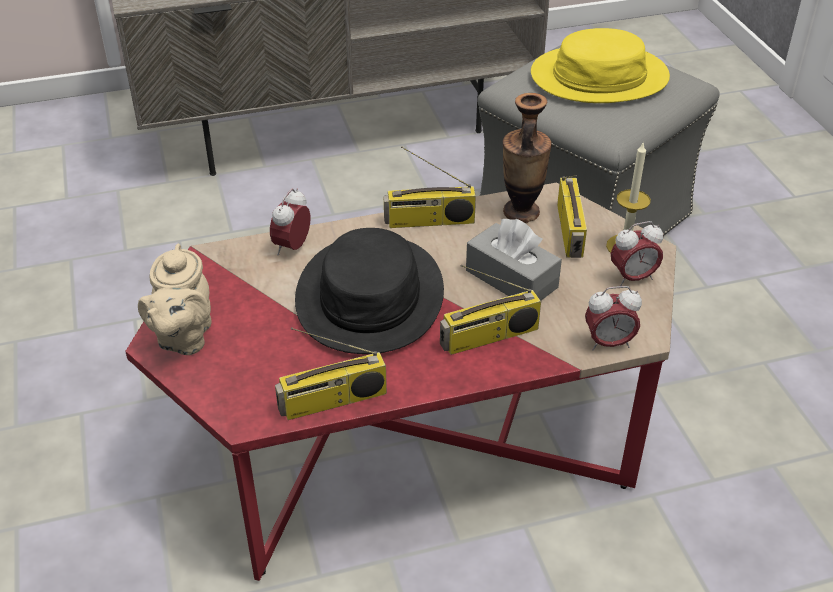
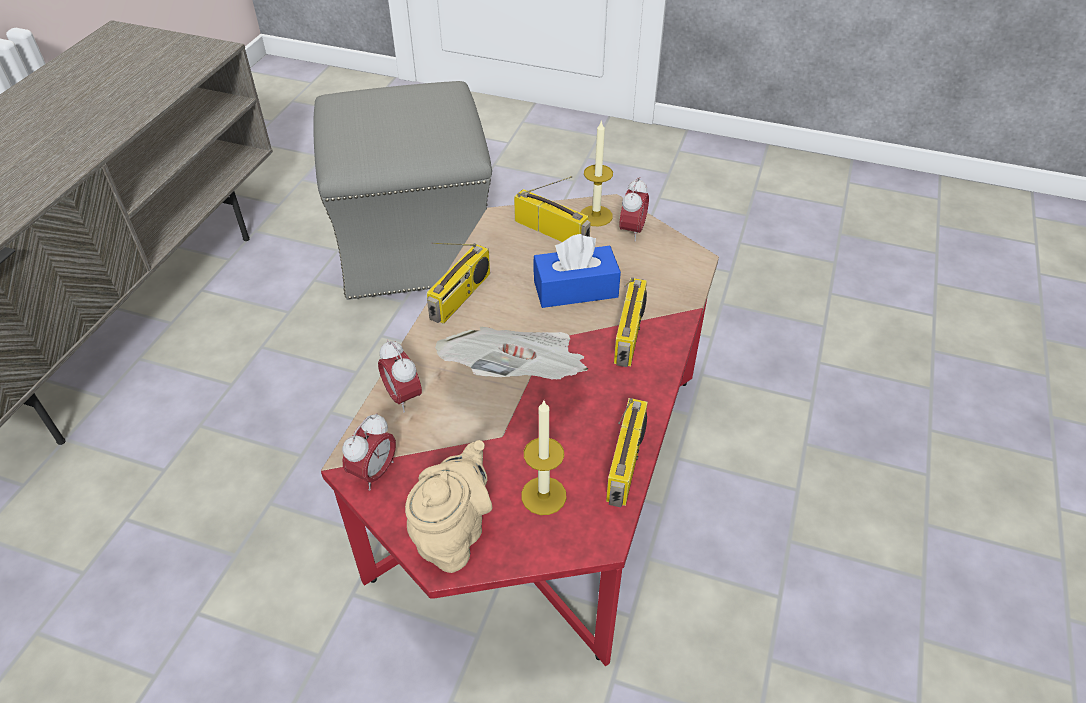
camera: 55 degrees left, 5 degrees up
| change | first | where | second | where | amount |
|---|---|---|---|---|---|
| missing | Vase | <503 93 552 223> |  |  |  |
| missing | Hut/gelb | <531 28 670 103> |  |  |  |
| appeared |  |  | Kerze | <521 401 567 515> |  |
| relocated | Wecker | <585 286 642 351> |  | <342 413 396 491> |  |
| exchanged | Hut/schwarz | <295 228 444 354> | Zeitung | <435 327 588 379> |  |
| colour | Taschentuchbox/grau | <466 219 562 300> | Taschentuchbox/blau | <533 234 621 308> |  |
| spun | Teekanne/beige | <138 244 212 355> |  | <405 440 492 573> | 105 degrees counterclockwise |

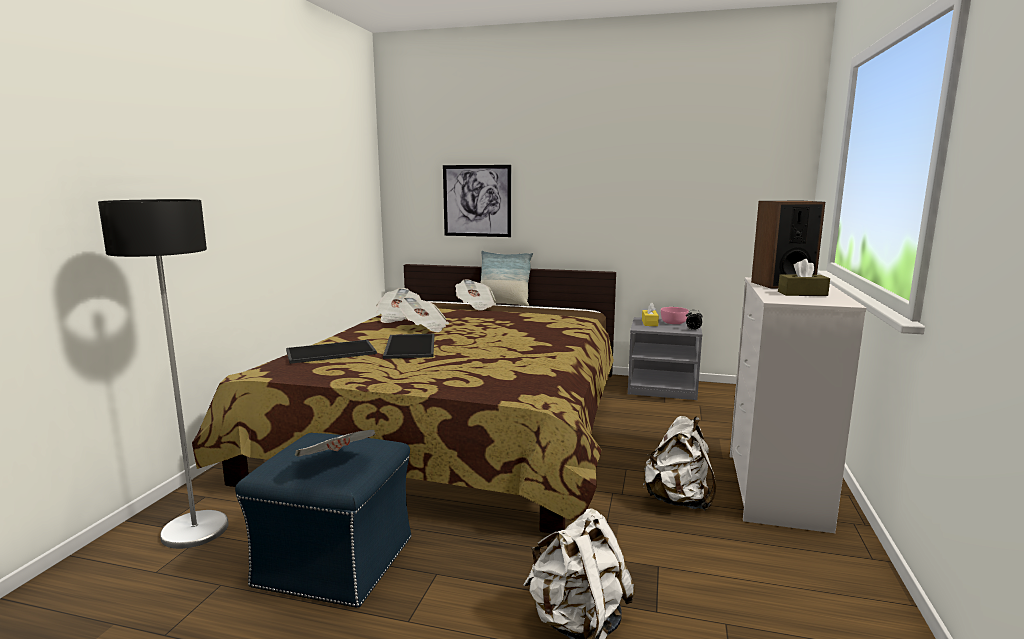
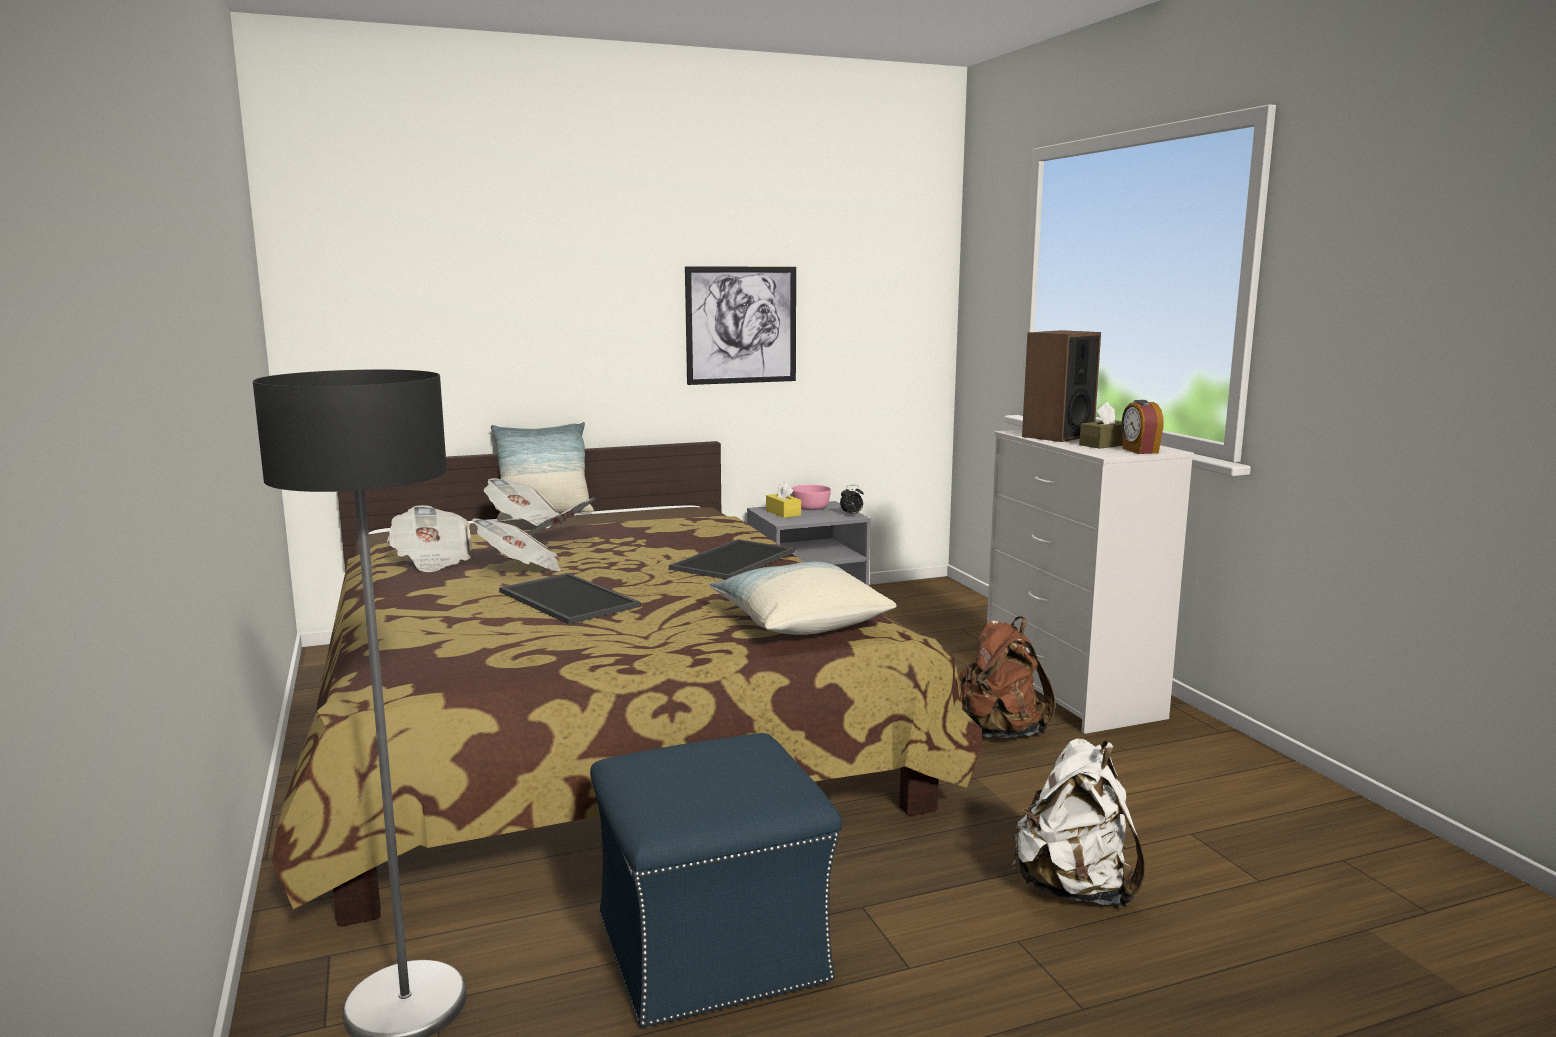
camera: 35 degrees left, 0 degrees up
| change | first | where | second | where | amount |
|---|---|---|---|---|---|
| appeared |  |  | Kissen | <710 562 897 635> |  |
| appeared |  |  | Wecker | <1122 400 1164 454> |  |
| relocated | Tablett | <286 340 377 364> |  | <669 539 795 579> |  |
| relocated | Zeitung | <295 430 376 457> |  | <527 497 596 535> |  |
| relocated | Bild | <443 165 511 237> |  | <685 267 796 385> |  |
| colour | Rucksack/weiß | <643 416 716 511> | Rucksack/braun | <959 616 1055 738> |  |

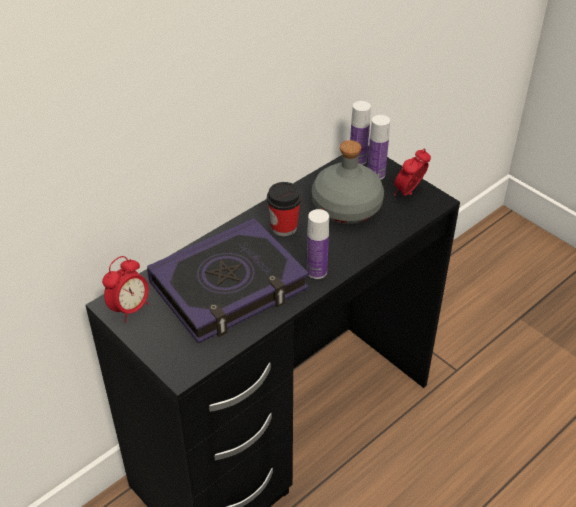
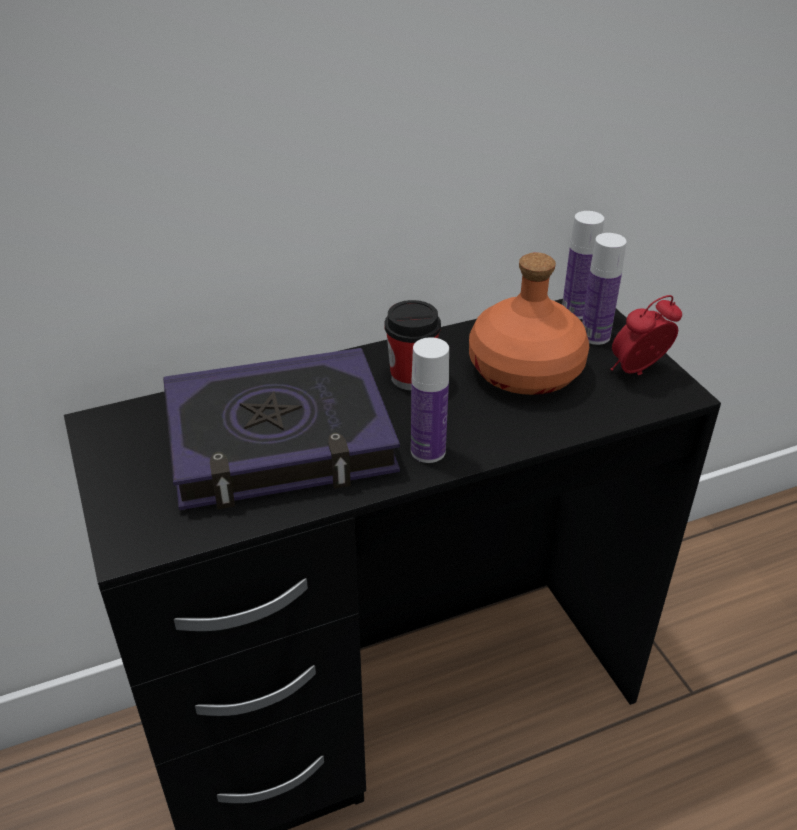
camera: 20 degrees right, 5 degrees down
| change | first | where | second | where | amount |
|---|---|---|---|---|---|
| missing | Wecker | <102 256 149 322> |  |  |  |
| colour | Flasche/grau | <312 140 384 224> | Flasche/orange | <469 252 589 395> |  |

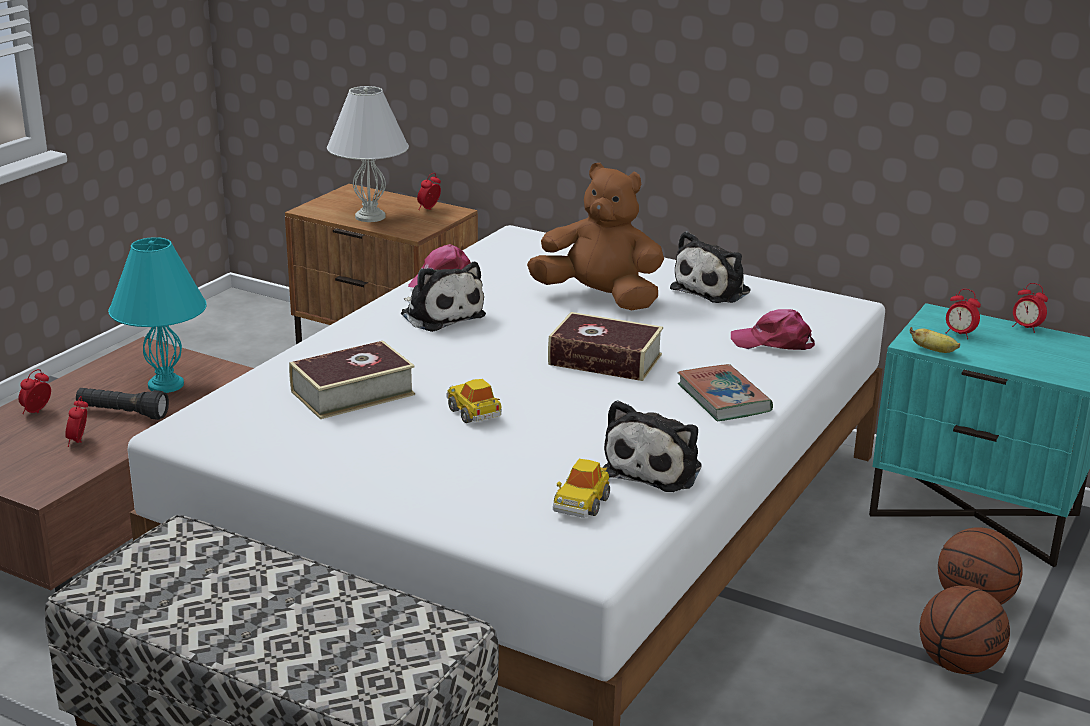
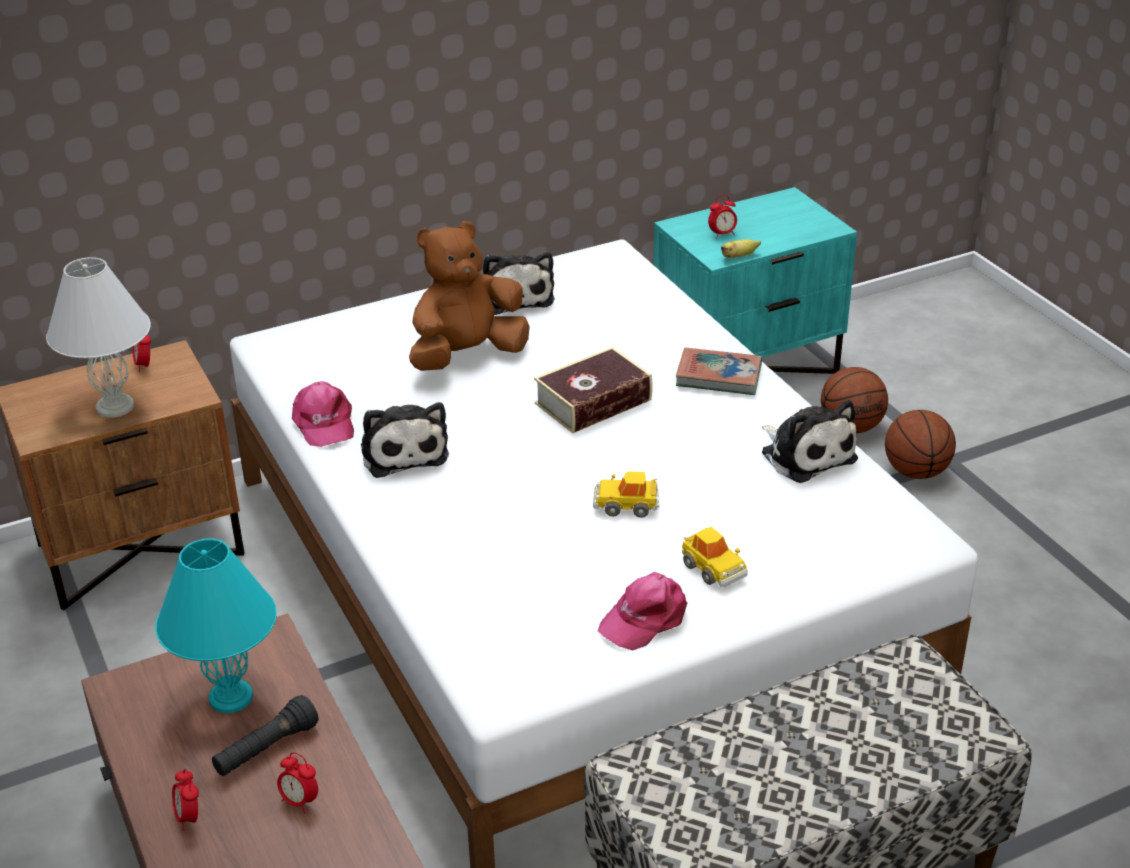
camera: 55 degrees left, 10 degrees up
| change | first | where | second | where | amount |
|---|---|---|---|---|---|
| missing | Buch | <289 341 415 419> |  |  |  |
| missing | Wecker | <1012 283 1048 333> |  |  |  |
| relocated | Spielzeugauto | <553 459 610 518> |  | <682 527 748 587> |  |
| relocated | Kappe/rosa | <731 309 815 350> |  | <598 572 687 650> |  |
| spun | Plüschtier | <401 262 486 332> |  | <361 402 449 478> | 75 degrees clockwise |

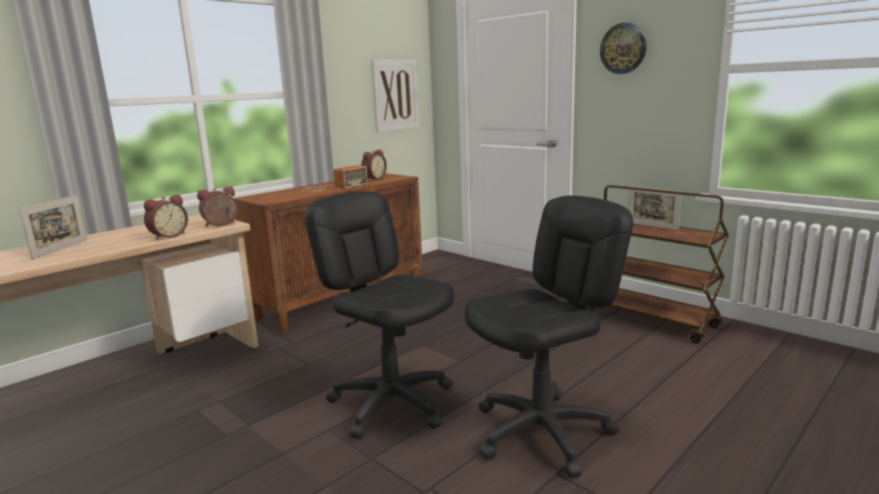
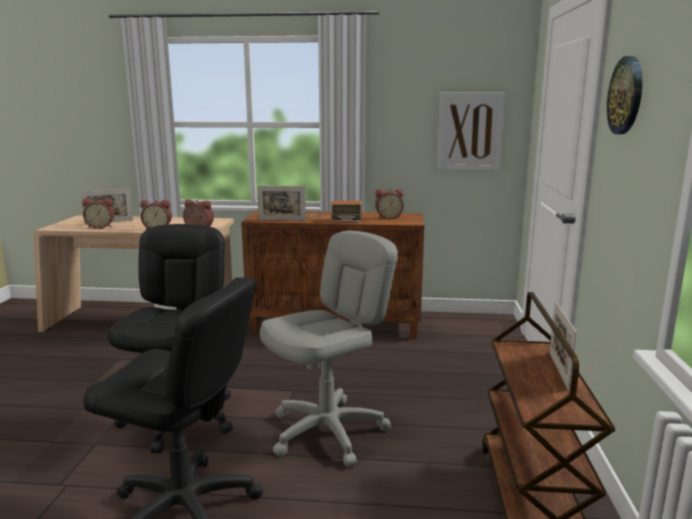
camera: 50 degrees right, 0 degrees up
| change | first | where | second | where | amount |
|---|---|---|---|---|---|
| appeared |  |  | Wecker | <82 198 114 229> |  |
| appeared |  |  | Bilderrahmen | <257 186 306 221> |  |
| appeared |  |  | Bürostuhl/grau | <260 230 398 467> |  |

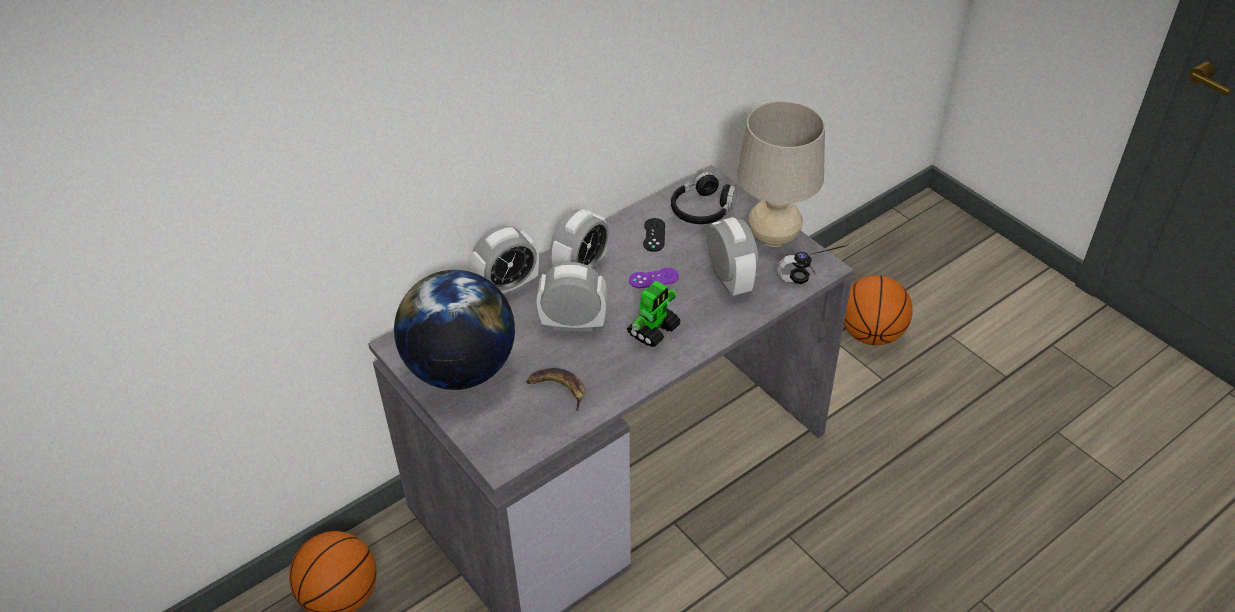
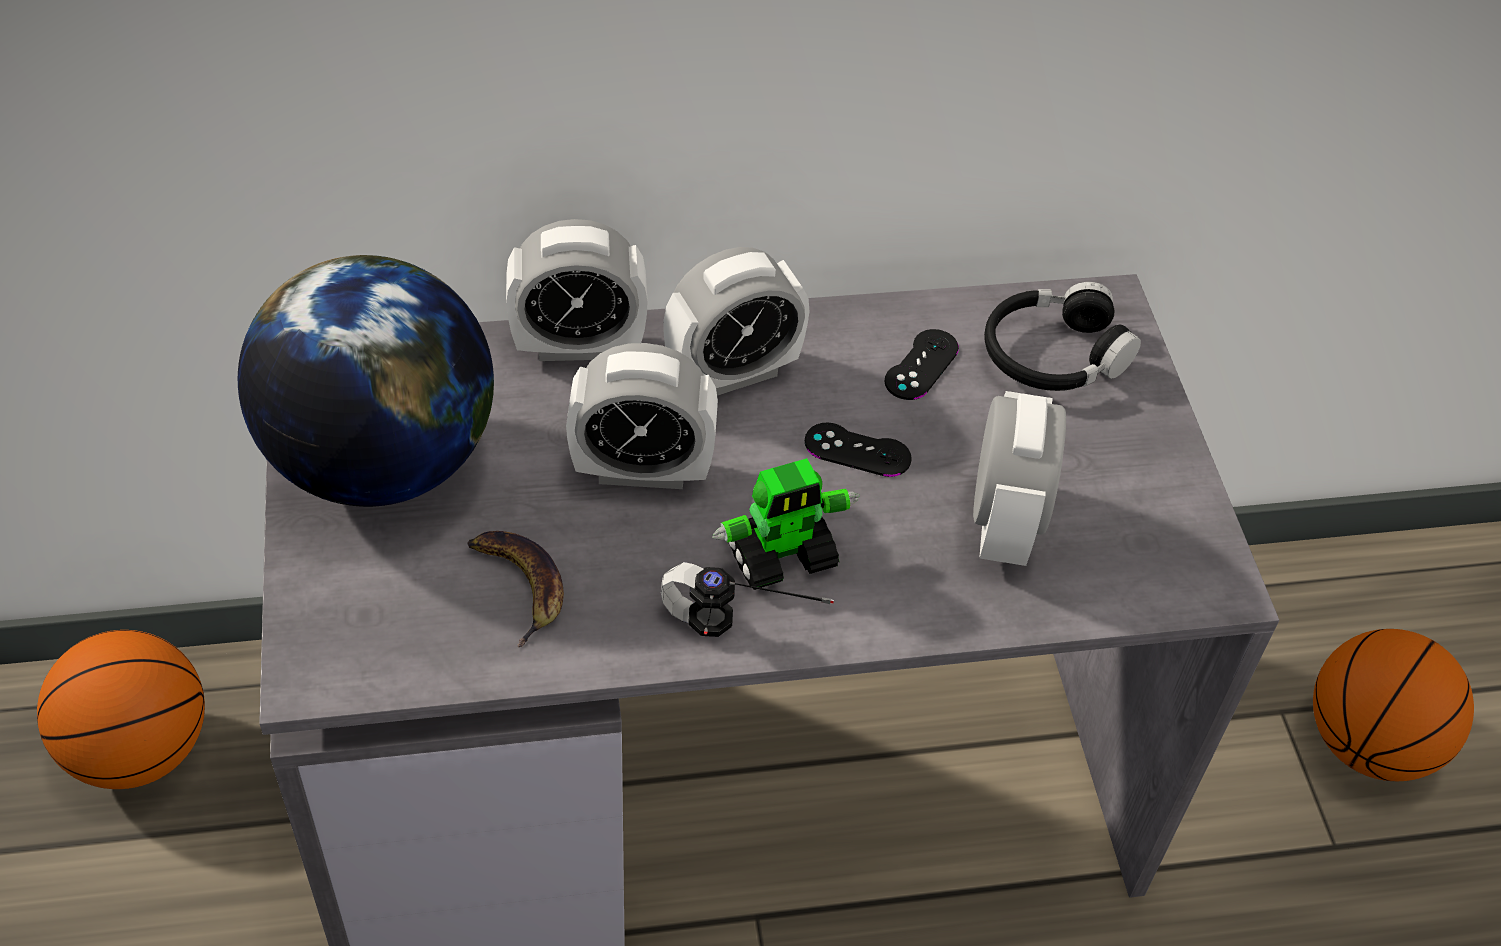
camera: 25 degrees right, 5 degrees up
| change | first | where | second | where | amount |
|---|---|---|---|---|---|
| missing | Tischlampe/beige | <737 101 825 247> |  |  |  |
| relocated | Kopfhörer | <777 244 849 284> |  | <661 562 834 637> |  |
| colour | Gamepad/lila | <629 268 679 288> | Gamepad/schwarz | <805 423 912 477> |  |
| spun | Wecker | <536 262 607 332> |  | <566 343 718 489> | 150 degrees clockwise |

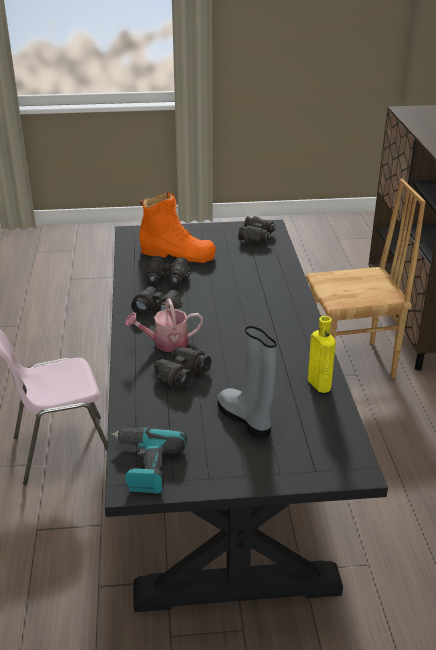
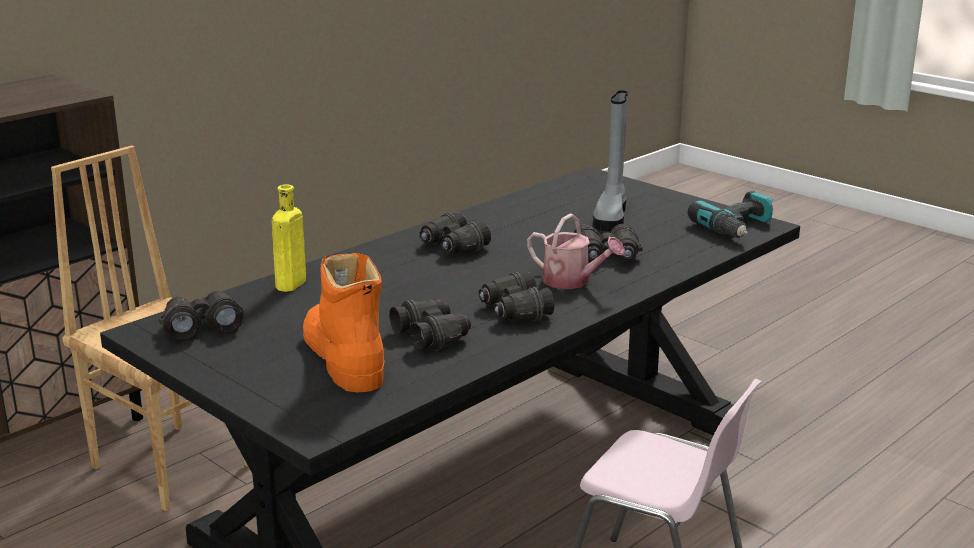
camera: 130 degrees left, 10 degrees down
| change | first | where | second | where | amount |
|---|---|---|---|---|---|
| appeared |  |  | Fernglas/schwarz | <419 212 491 254> |  |
| relocated | Flasche/gelb | <308 316 336 393> |  | <272 185 306 292> |  |

